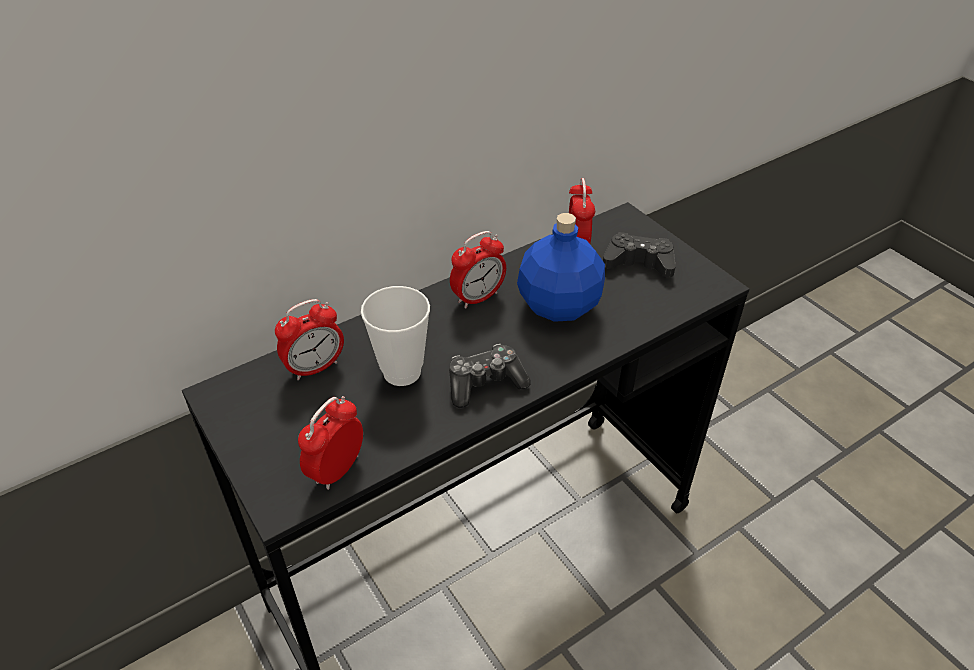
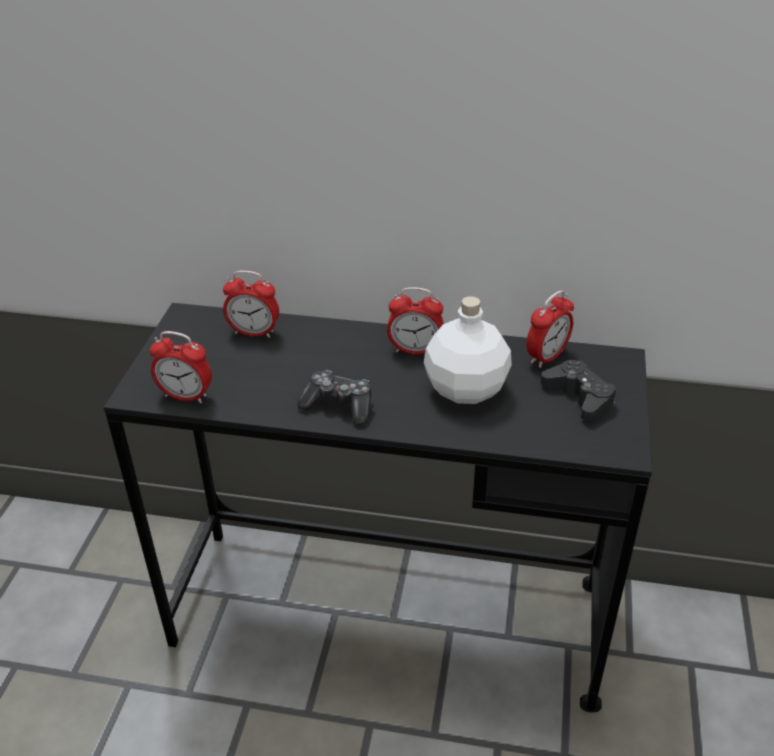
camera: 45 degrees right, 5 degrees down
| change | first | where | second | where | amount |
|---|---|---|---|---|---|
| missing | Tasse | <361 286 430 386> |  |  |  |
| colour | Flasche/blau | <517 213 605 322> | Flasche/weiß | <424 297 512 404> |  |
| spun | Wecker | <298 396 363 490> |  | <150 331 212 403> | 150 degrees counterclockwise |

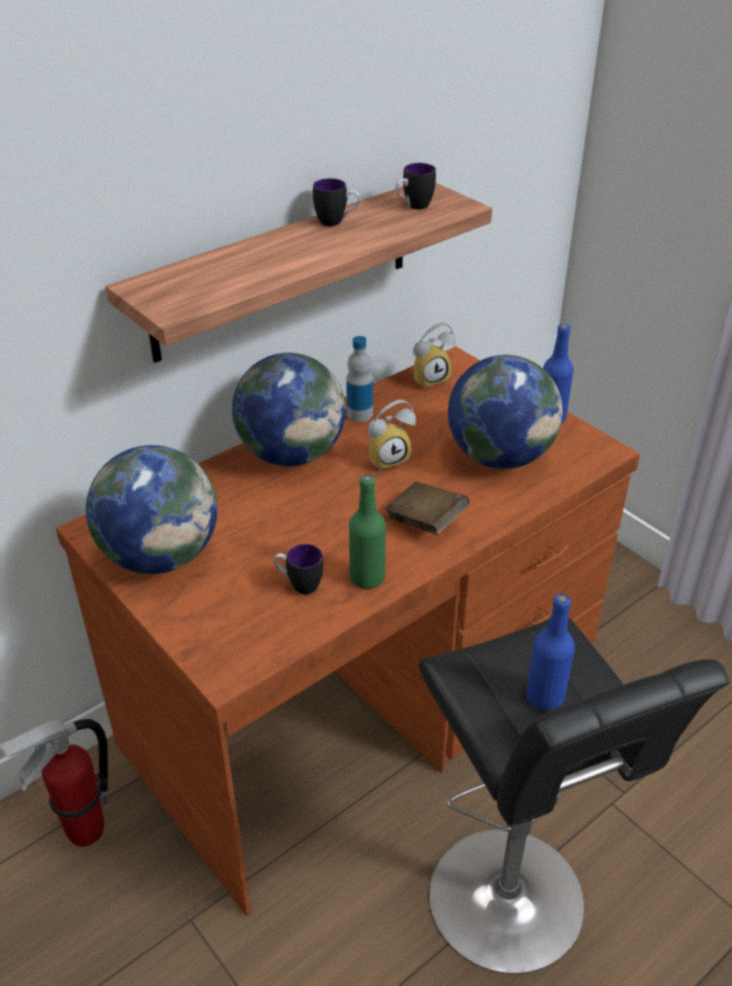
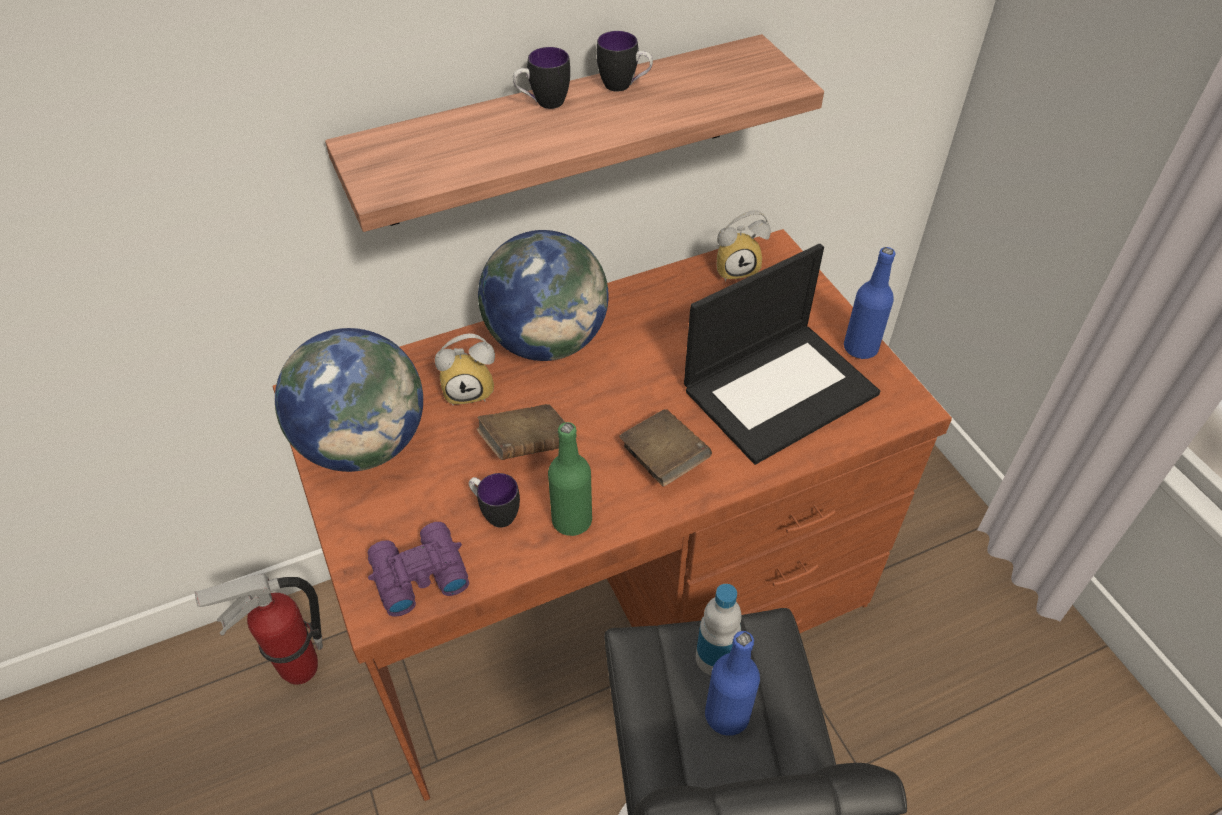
camera: 15 degrees right, 10 degrees up
| change | first | where | second | where | amount |
|---|---|---|---|---|---|
| appeared |  |  | Fernglas/lila | <368 522 469 617> |  |
| appeared |  |  | Buch/braun | <477 404 565 460> |  |
| relocated | Flasche | <346 336 373 422> |  | <696 584 742 675> |  |
| relocated | Wecker | <368 400 416 471> |  | <435 333 495 406> |  |
| relocated | Henkelbecher | <395 163 436 210> |  | <513 47 570 109> |  |
| exchanged | Globus | <448 355 563 469> | Laptop | <684 244 880 465> |  |

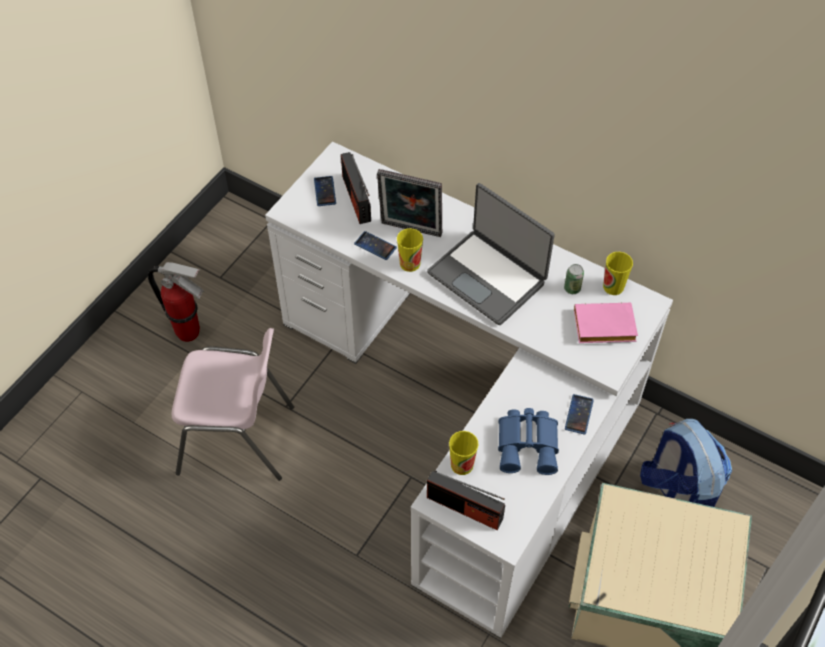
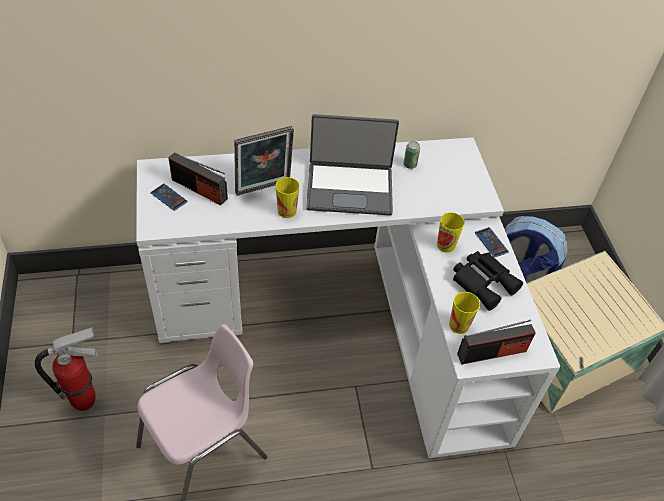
camera: 45 degrees left, 5 degrees down
| change | first | where | second | where | amount |
|---|---|---|---|---|---|
| missing | Handy | <354 231 397 260> |  |  |  |
| missing | Buch/rosa | <574 302 638 343> |  |  |  |
| relocated | Tasse | <603 252 633 295> |  | <437 212 465 253> |  |
| colour | Fernglas/blau | <498 408 559 475> | Fernglas/schwarz | <453 251 523 311> |  |

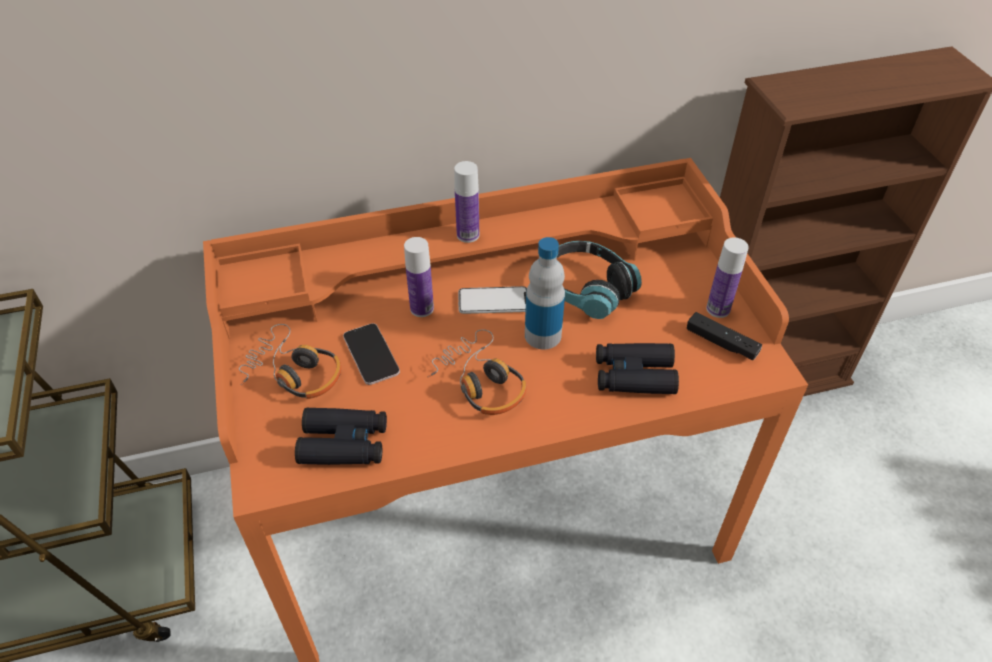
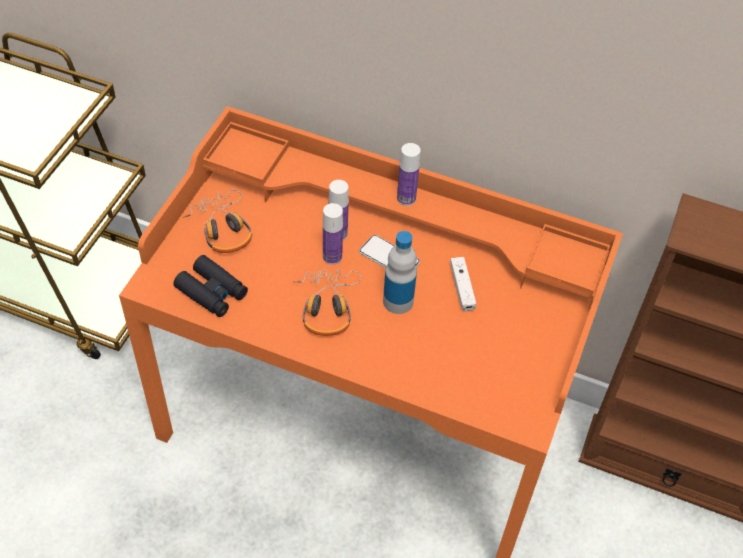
camera: 35 degrees right, 5 degrees up
| change | first | where | second | where | amount |
|---|---|---|---|---|---|
| missing | Handy | <343 323 400 385> |  |  |  |
| missing | Fernglas/schwarz | <596 343 679 394> |  |  |  |
| missing | Gamepad/schwarz | <687 312 762 360> |  |  |  |
| relocated | Flasche | <706 237 749 318> |  | <323 203 343 265> |  |
| exchanged | Kopfhörer | <557 241 642 319> | Gamepad/weiß | <450 257 476 311> |  |

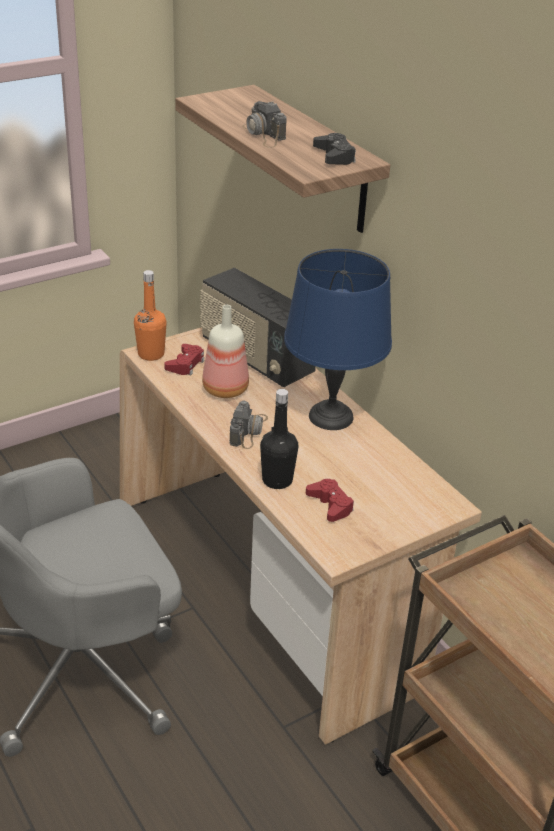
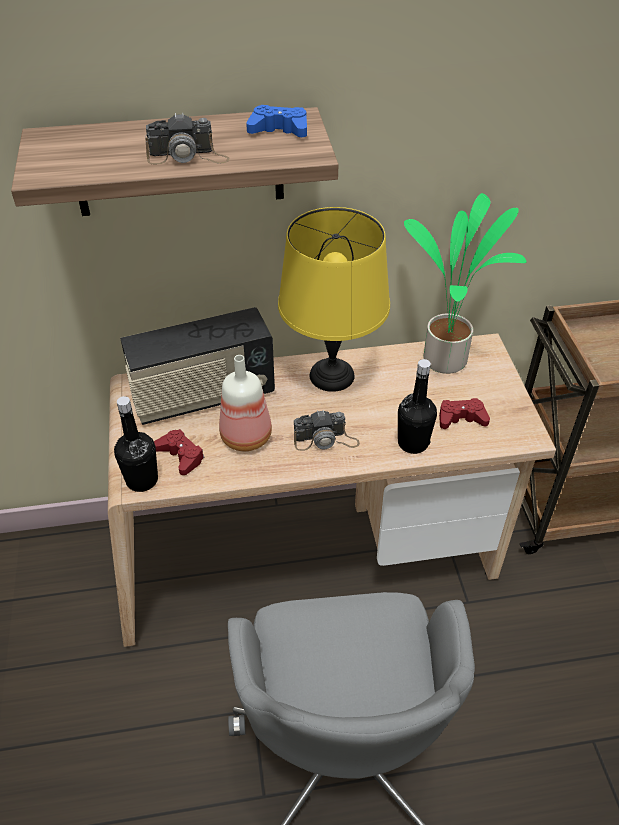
camera: 65 degrees left, 10 degrees up
| change | first | where | second | where | amount |
|---|---|---|---|---|---|
| appeared |  |  | Topfpflanze | <404 193 526 374> |  |
| colour | Flasche/orange | <134 270 167 361> | Flasche/schwarz | <114 396 158 492> |  |
| colour | Tischlampe/blau | <284 249 392 430> | Tischlampe/gelb | <278 207 390 392> |  |
| colour | Gamepad/schwarz | <313 133 356 165> | Gamepad/blau | <246 105 307 137> |  |
| spun | Kamera | <229 401 268 449> |  | <294 410 360 451> | 135 degrees clockwise |

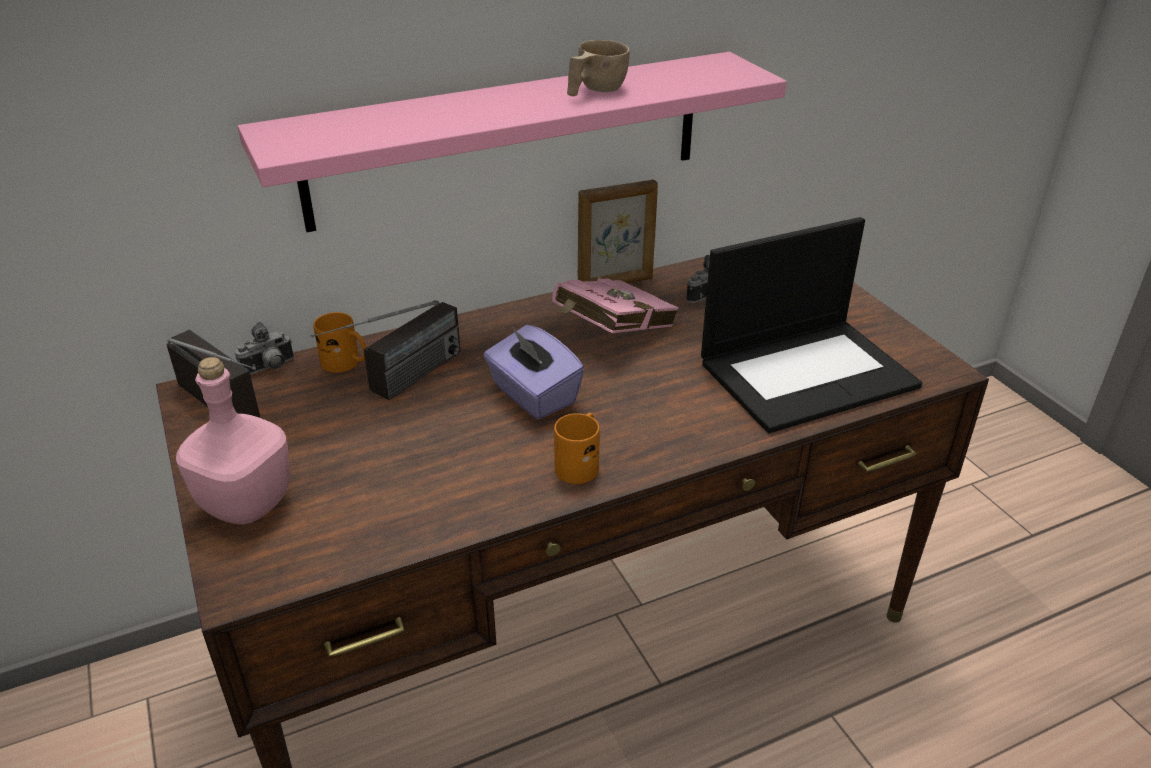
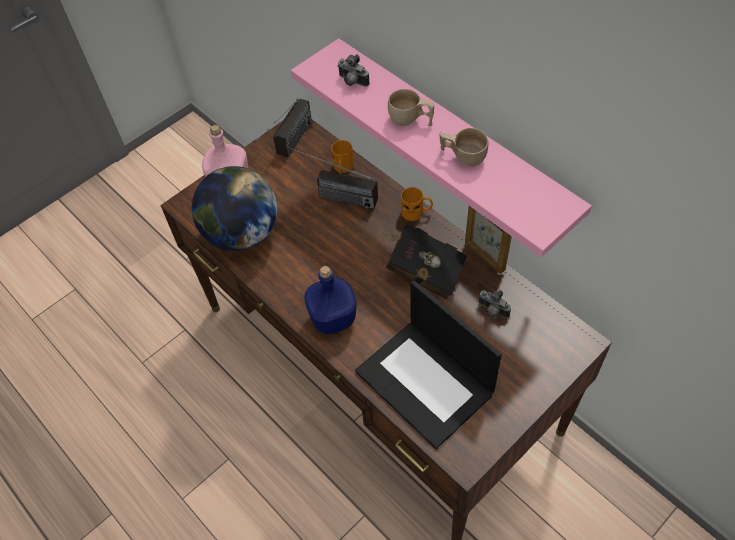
camera: 75 degrees right, 20 degrees up
| change | first | where | second | where | amount |
|---|---|---|---|---|---|
| missing | Taschentuchbox/lila | <484 325 585 419> |  |  |  |
| appeared |  |  | Globus | <192 166 277 251> |  |
| appeared |  |  | Flasche/blau | <304 266 357 334> |  |
| appeared |  |  | Tasse/beige | <388 89 434 126> |  |
| relocated | Kamera | <235 322 294 375> |  | <337 54 370 87> |  |
| relocated | Henkelbecher/orange | <554 413 600 484> |  | <401 187 433 221> |  |
| colour | Buch/rosa | <552 279 679 333> | Buch/schwarz | <386 224 467 299> |  |

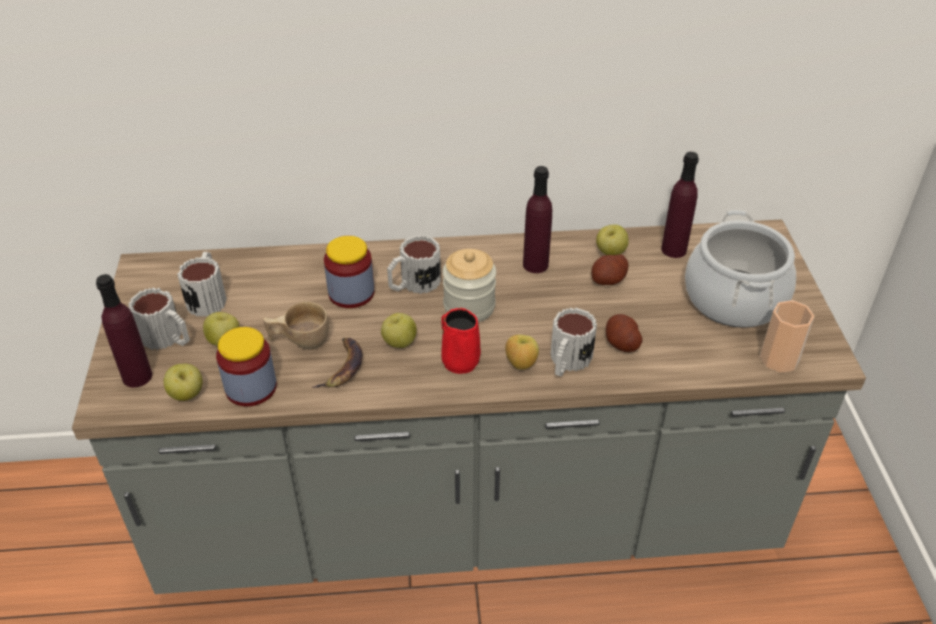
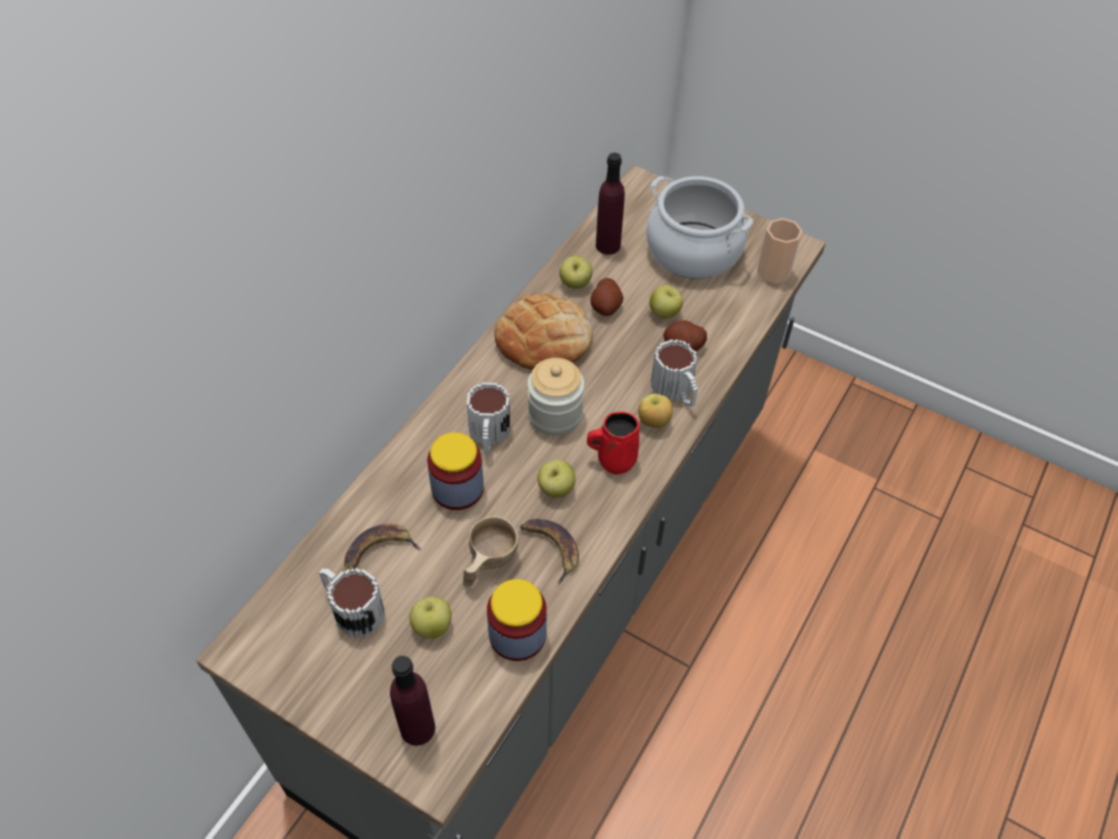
camera: 55 degrees left, 10 degrees up
| change | first | where | second | where | amount |
|---|---|---|---|---|---|
| missing | Henkelbecher | <128 288 190 350> |  |  |  |
| appeared |  |  | Banane | <344 524 421 570> |  |
| relocated | Apfel | <164 364 203 401> |  | <650 285 683 318> |  |
| exchanged | Flasche/lila | <523 166 552 273> | Brot | <495 293 593 370> |  |

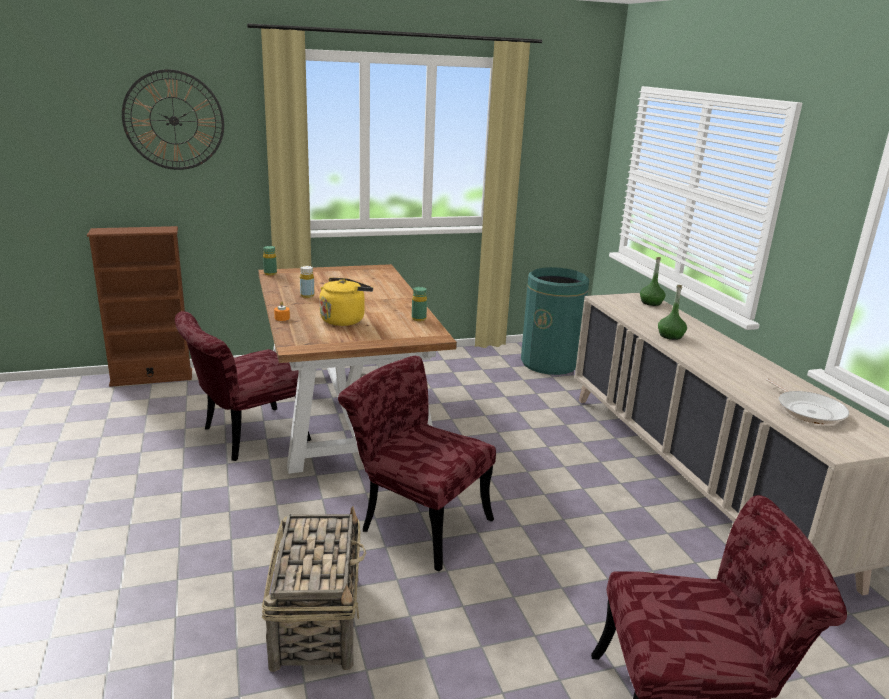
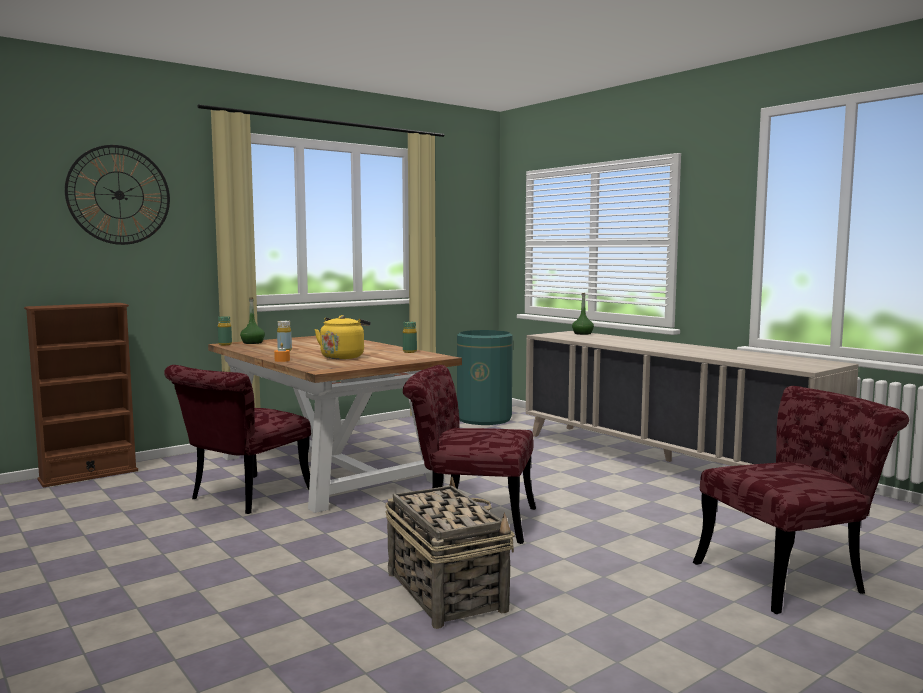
camera: 20 degrees left, 15 degrees down
| change | first | where | second | where | amount |
|---|---|---|---|---|---|
| missing | Pfanne | <766 378 849 424> |  |  |  |
| relocated | Flasche/grün | <658 285 687 340> |  | <240 297 265 344> |  |

